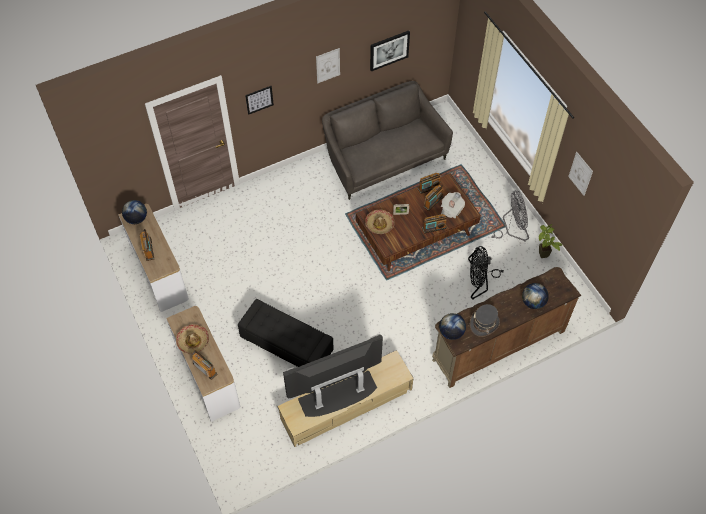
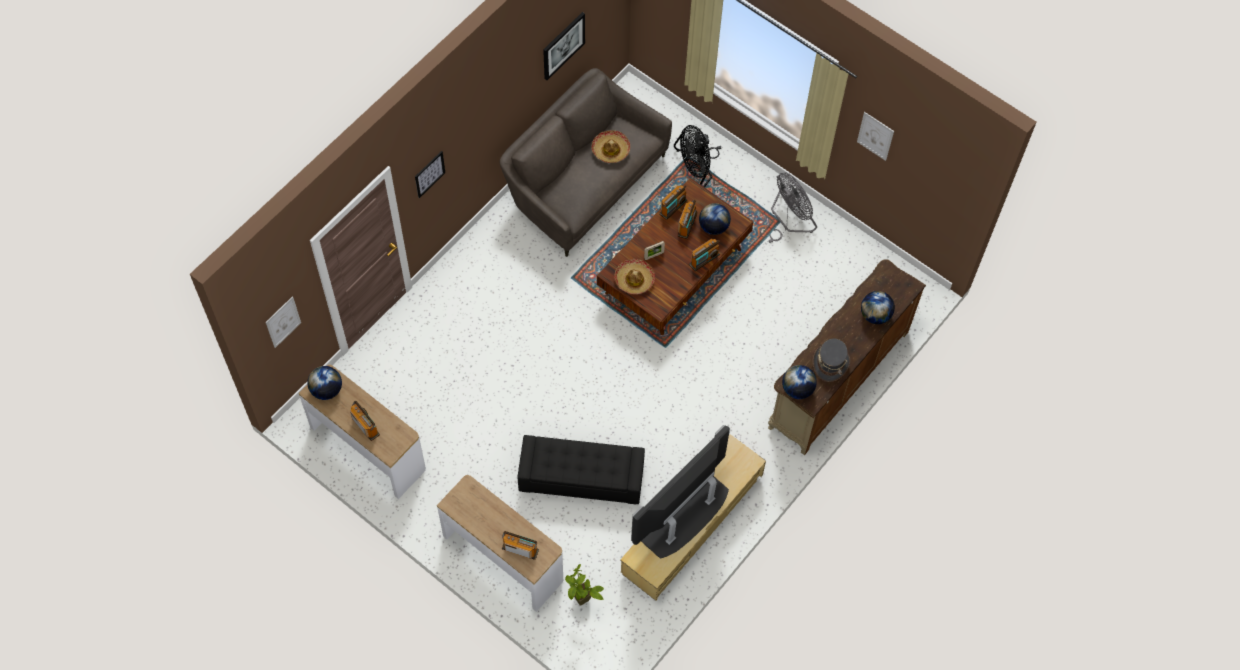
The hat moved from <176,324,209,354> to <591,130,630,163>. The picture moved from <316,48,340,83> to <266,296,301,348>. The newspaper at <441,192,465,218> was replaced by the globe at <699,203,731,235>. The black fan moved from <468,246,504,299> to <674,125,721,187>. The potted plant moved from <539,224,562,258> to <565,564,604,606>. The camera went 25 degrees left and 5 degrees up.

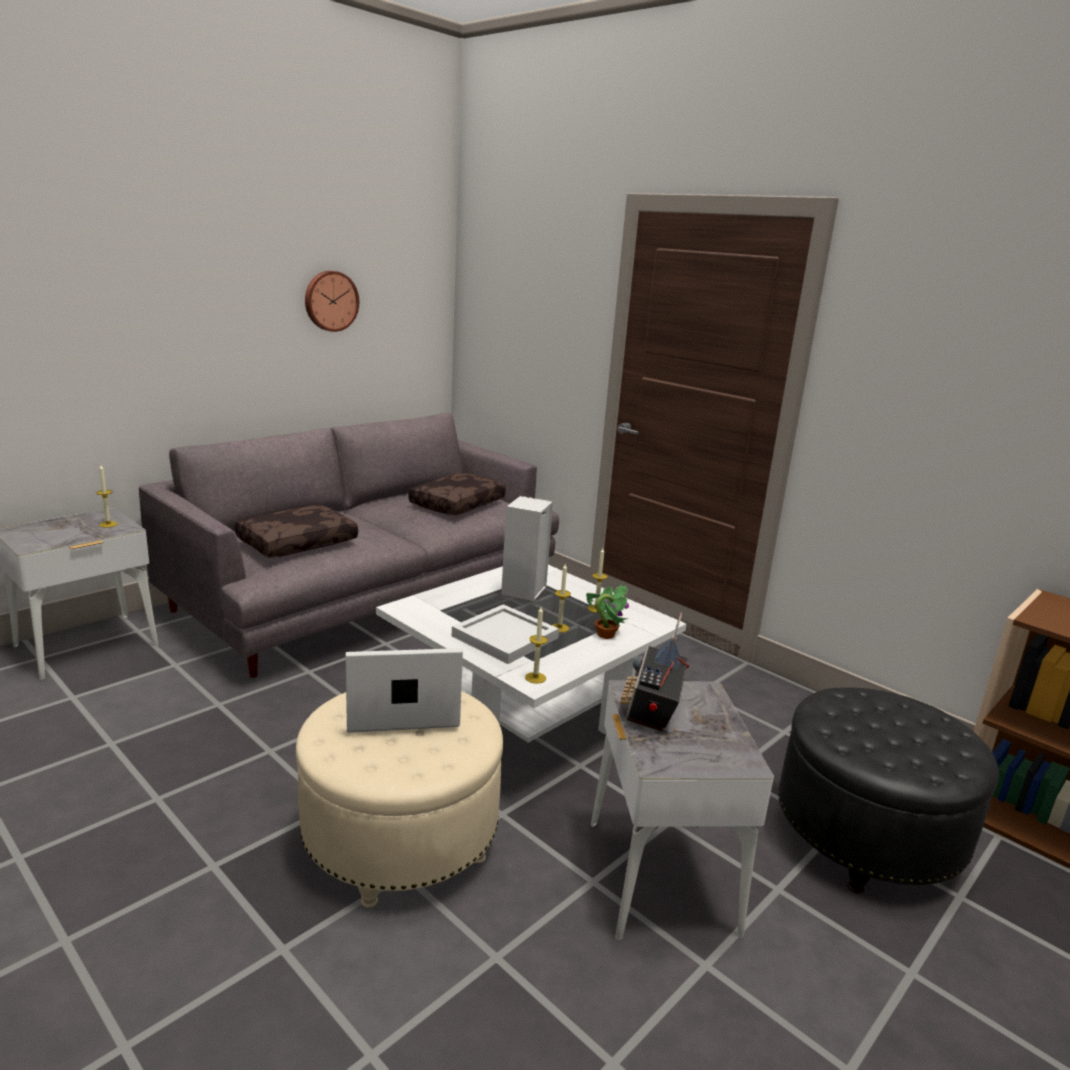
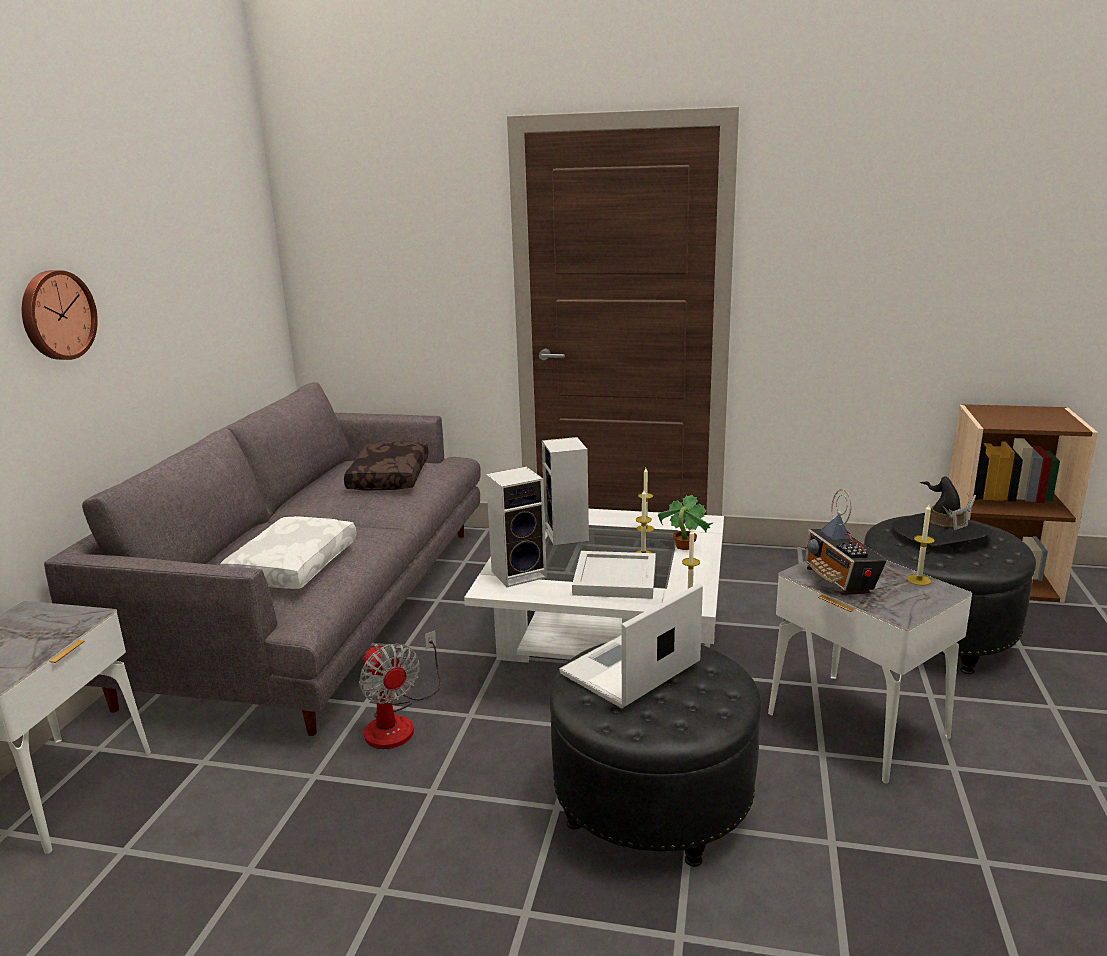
The candle moved from <96,465,118,528> to <907,504,935,586>. The brown pillow at <235,505,358,558> became the white pillow at <220,516,356,589>. The beige ottoman at <296,691,503,908> became the black ottoman at <549,642,762,867>. The wall clock moved from <305,271,359,332> to <22,270,98,360>. The fan at <359,630,441,749> appeared. The speaker at <486,467,547,587> appeared. The black hat at <892,476,994,545> appeared. The camera went 30 degrees left and 0 degrees up.

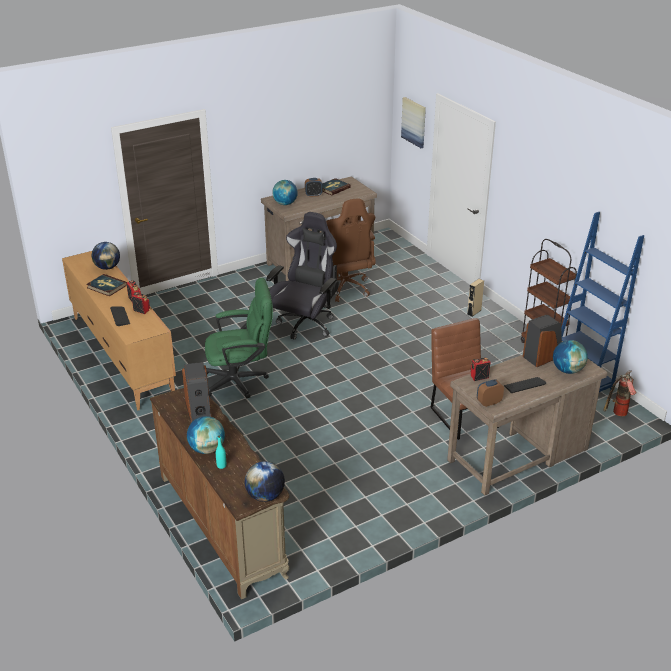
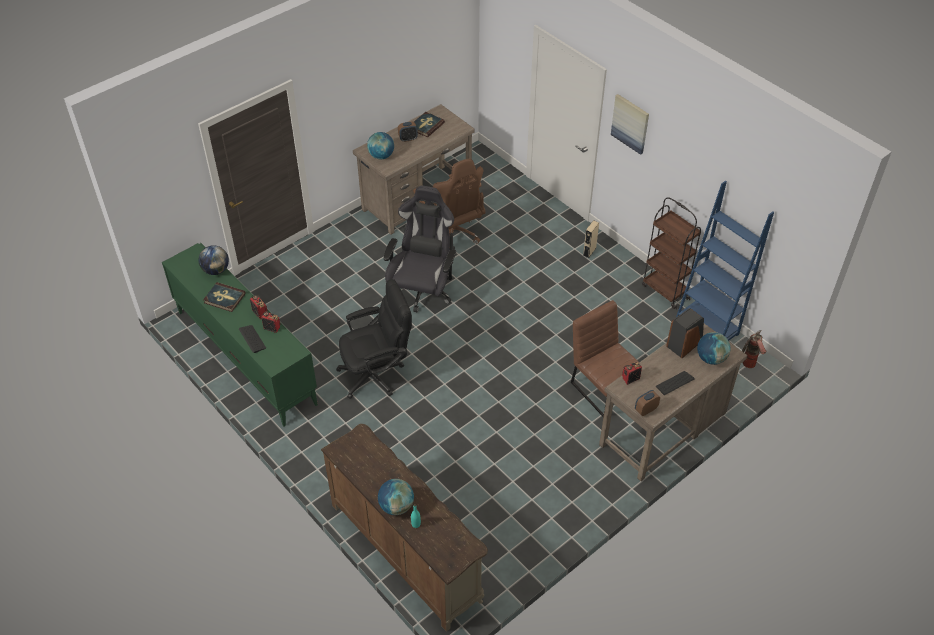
The brown cabinet at <62,251,176,410> became the green cabinet at <162,243,318,426>. The speaker at <182,362,211,423> disappeared. The green office chair at <205,278,273,398> became the black office chair at <336,279,412,399>. The globe at <245,461,285,502> disappeared. The picture moved from <401,97,426,148> to <611,94,649,155>. The camera went 10 degrees left and 15 degrees up.

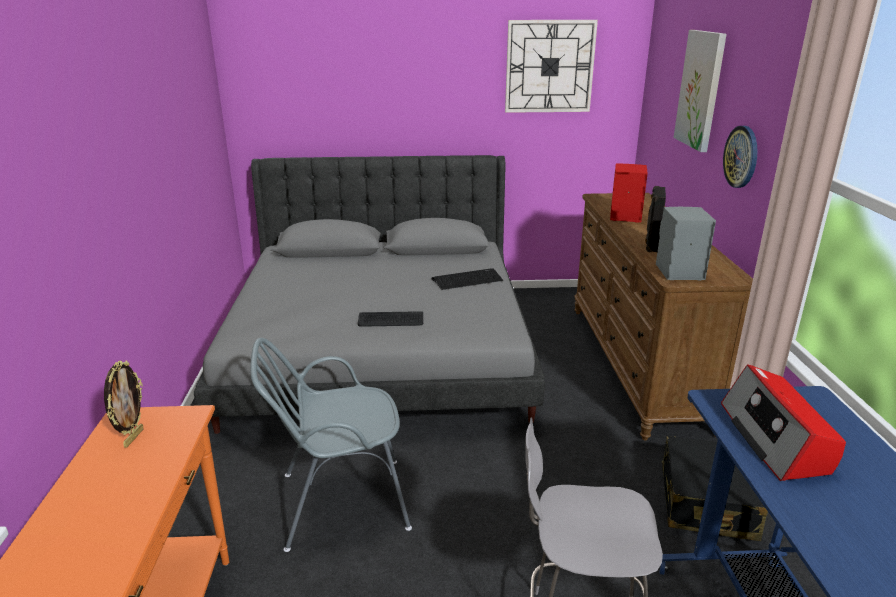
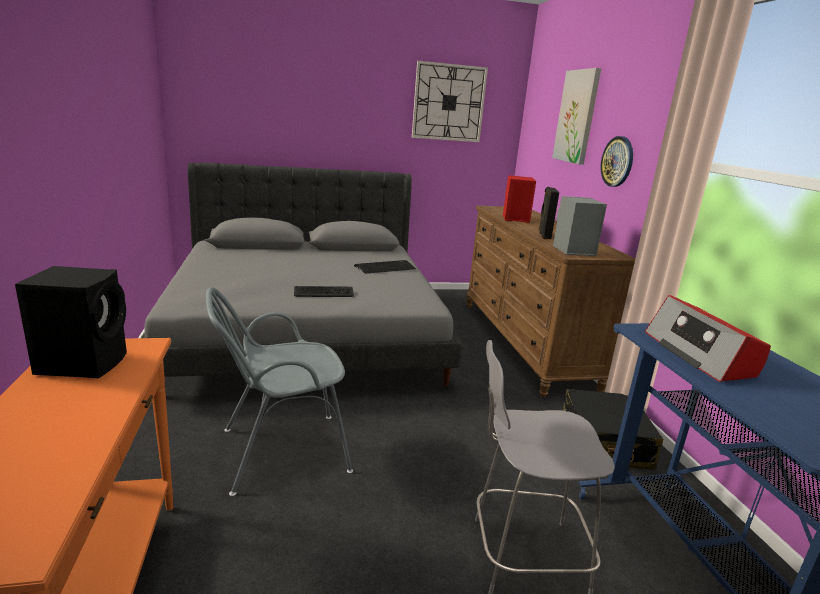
The picture frame at <104,361,143,448> was replaced by the black speaker at <15,266,127,378>. The camera went 10 degrees left and 5 degrees down.

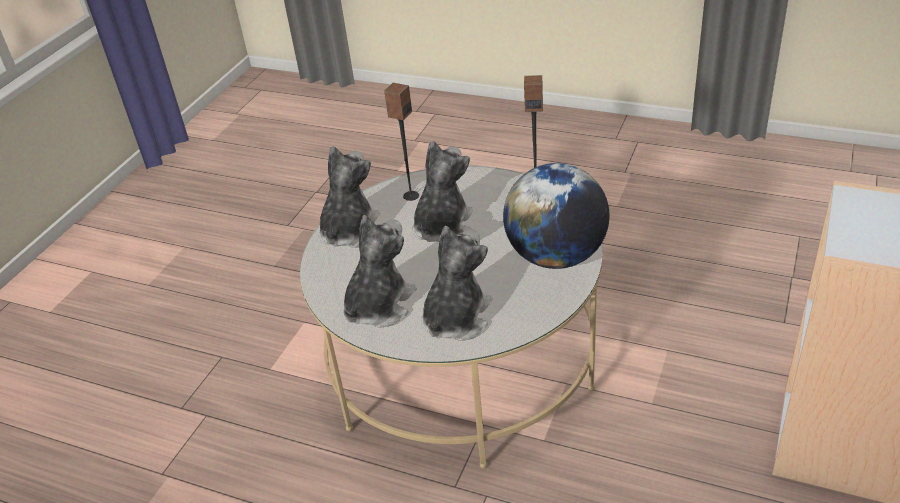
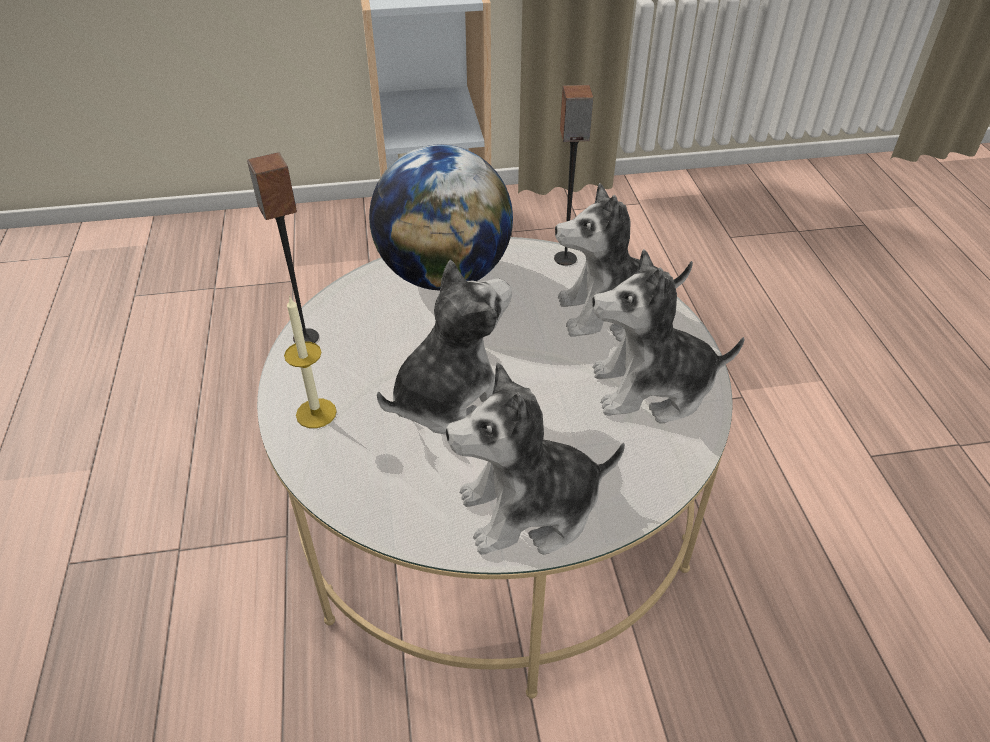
The speaker moved from <384,83,419,201> to <554,85,593,266>. The plush toy at <412,141,473,242> turned 150 degrees clockwise. The candle at <284,296,337,428> appeared. The camera went 125 degrees left and 5 degrees up.

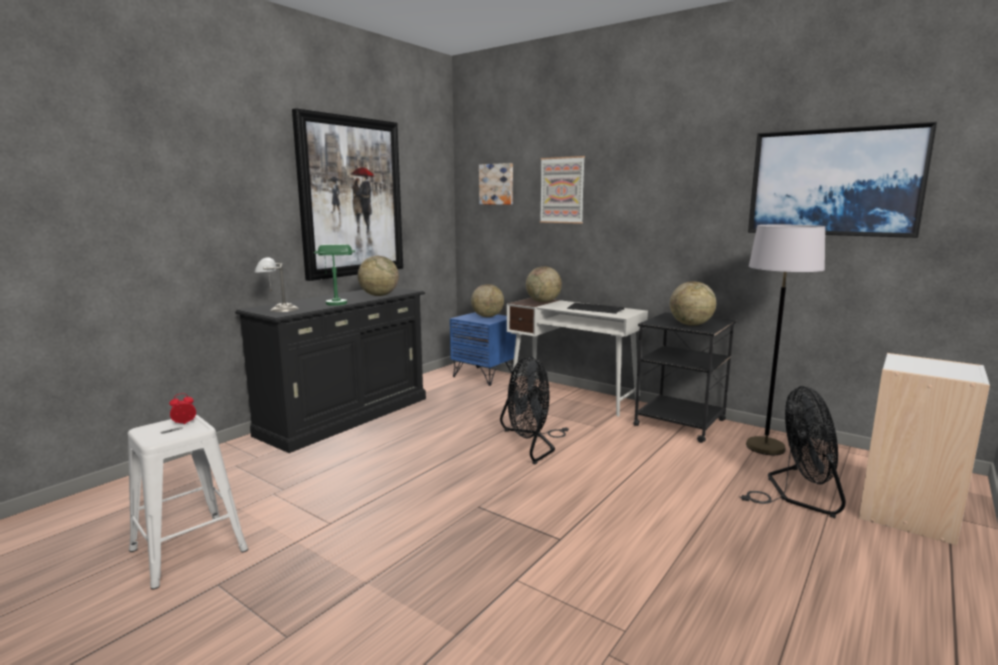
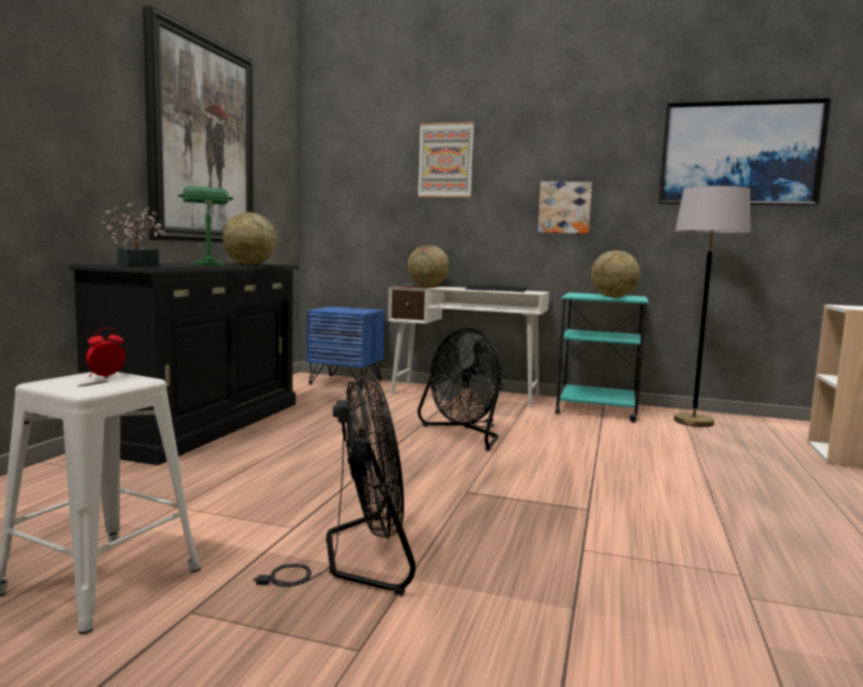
The white table lamp at <255,257,299,312> was replaced by the potted plant at <102,204,167,267>. The globe at <471,284,504,317> disappeared. The picture moved from <479,163,513,205> to <538,182,592,234>. The black cart at <634,312,736,443> became the turquoise cart at <555,293,649,422>. The black fan moved from <740,386,846,518> to <253,376,416,596>. The camera went 20 degrees left and 5 degrees down.

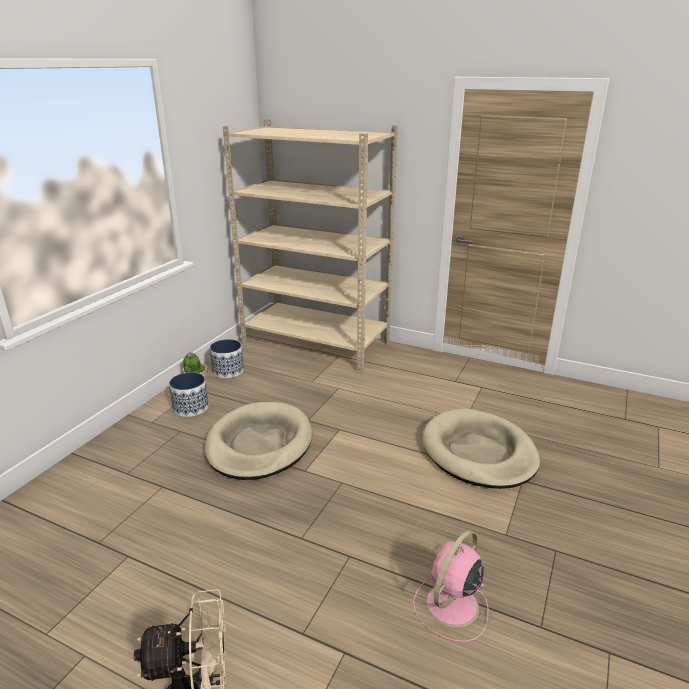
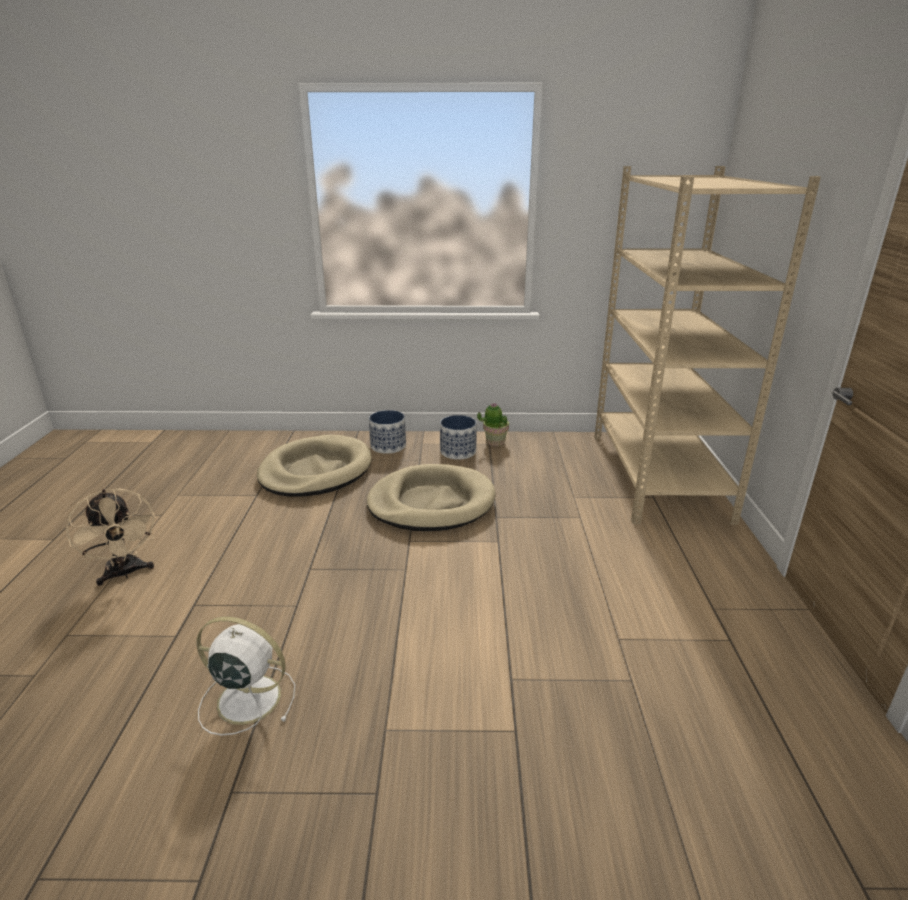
The planter moved from <210,339,244,378> to <369,410,406,454>. The pink fan at <413,530,488,642> became the white fan at <196,616,295,736>. The beige dog bed moved from <422,408,540,489> to <257,435,372,497>. The camera went 65 degrees right and 0 degrees up.

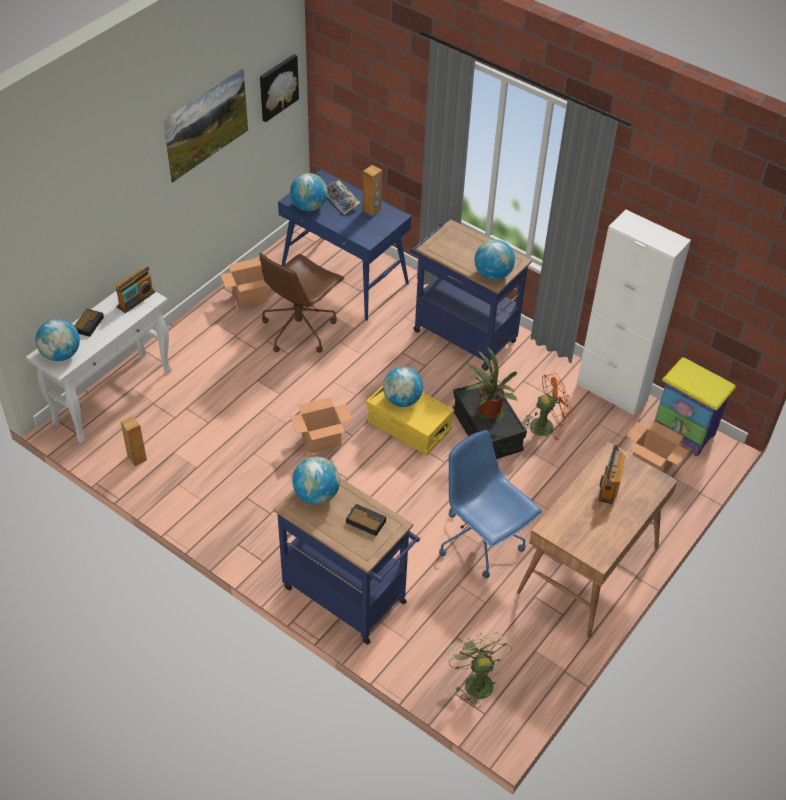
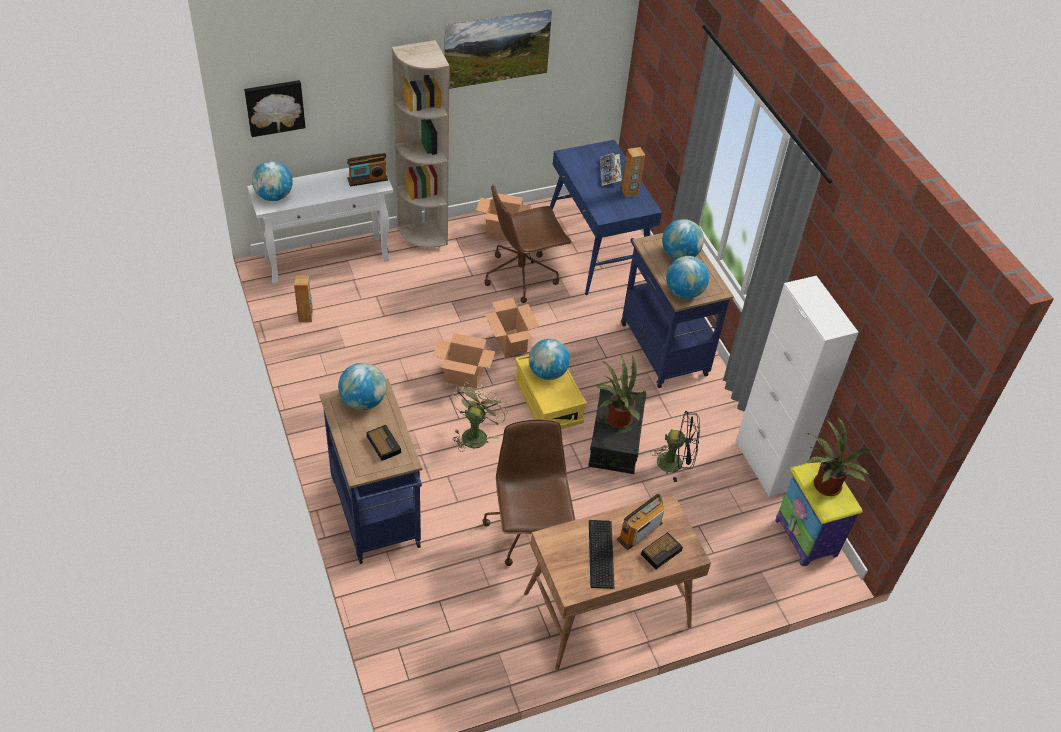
The alarm clock moved from <74,309,104,337> to <641,532,683,569>. The picture moved from <260,54,299,122> to <244,80,306,137>. The globe moved from <290,173,328,211> to <662,219,704,260>. The blue office chair at <439,430,542,578> became the brown office chair at <483,420,575,566>. The green fan moved from <448,632,512,708> to <451,383,507,452>. The orange fan at <523,373,573,441> became the black fan at <651,411,700,482>. The cardboard box moved from <626,421,689,474> to <485,298,540,357>. The beige bookcase at <392,40,450,248> appeared. The keyboard at <589,520,614,589> appeared. The potted plant at <806,416,872,496> appeared. The camera went 30 degrees right and 0 degrees up.

